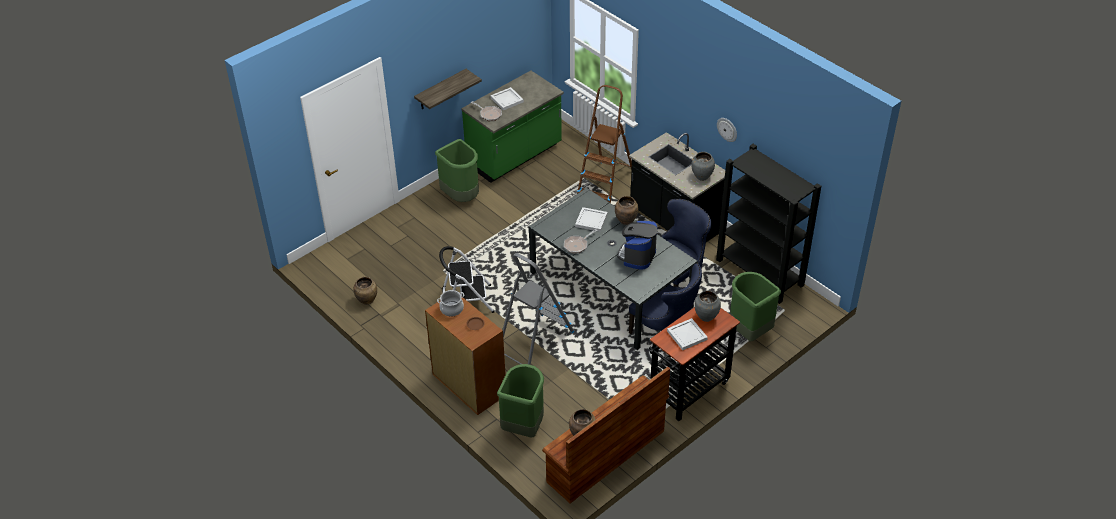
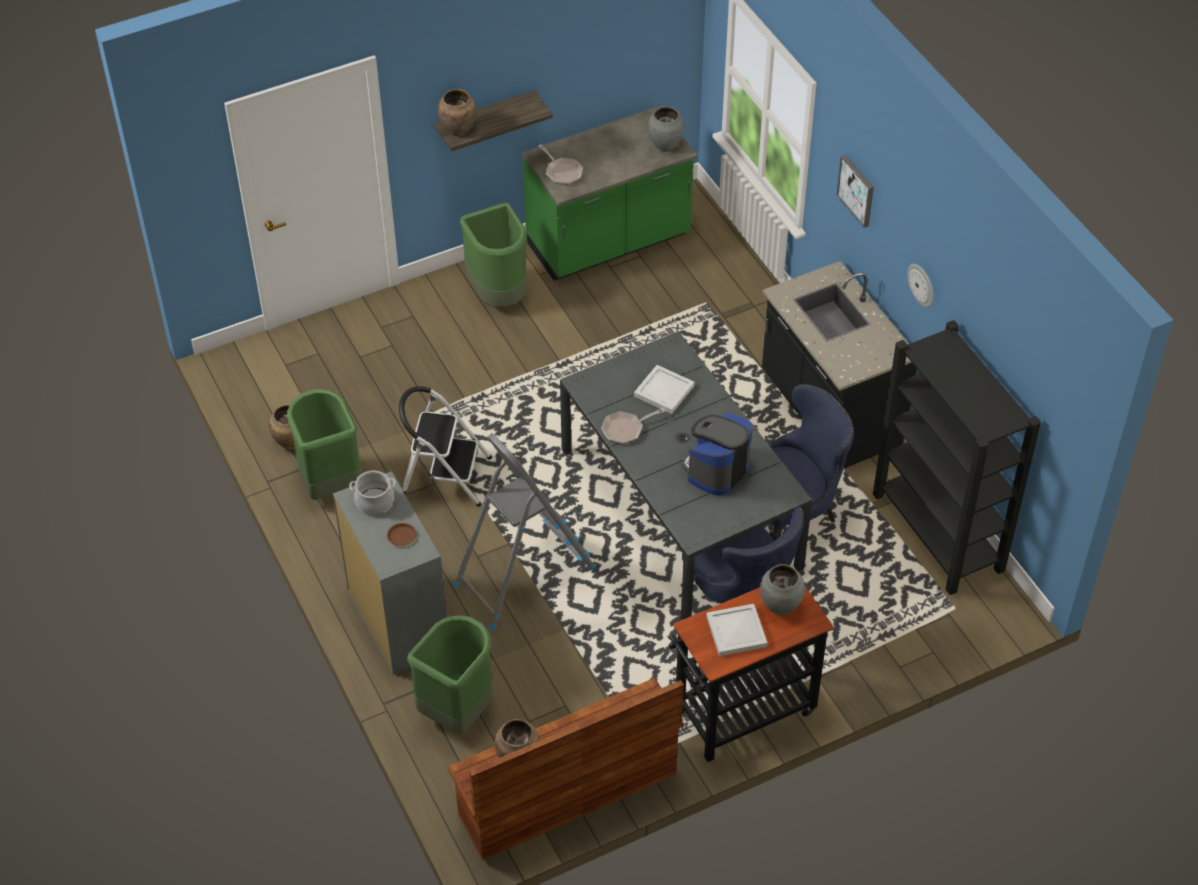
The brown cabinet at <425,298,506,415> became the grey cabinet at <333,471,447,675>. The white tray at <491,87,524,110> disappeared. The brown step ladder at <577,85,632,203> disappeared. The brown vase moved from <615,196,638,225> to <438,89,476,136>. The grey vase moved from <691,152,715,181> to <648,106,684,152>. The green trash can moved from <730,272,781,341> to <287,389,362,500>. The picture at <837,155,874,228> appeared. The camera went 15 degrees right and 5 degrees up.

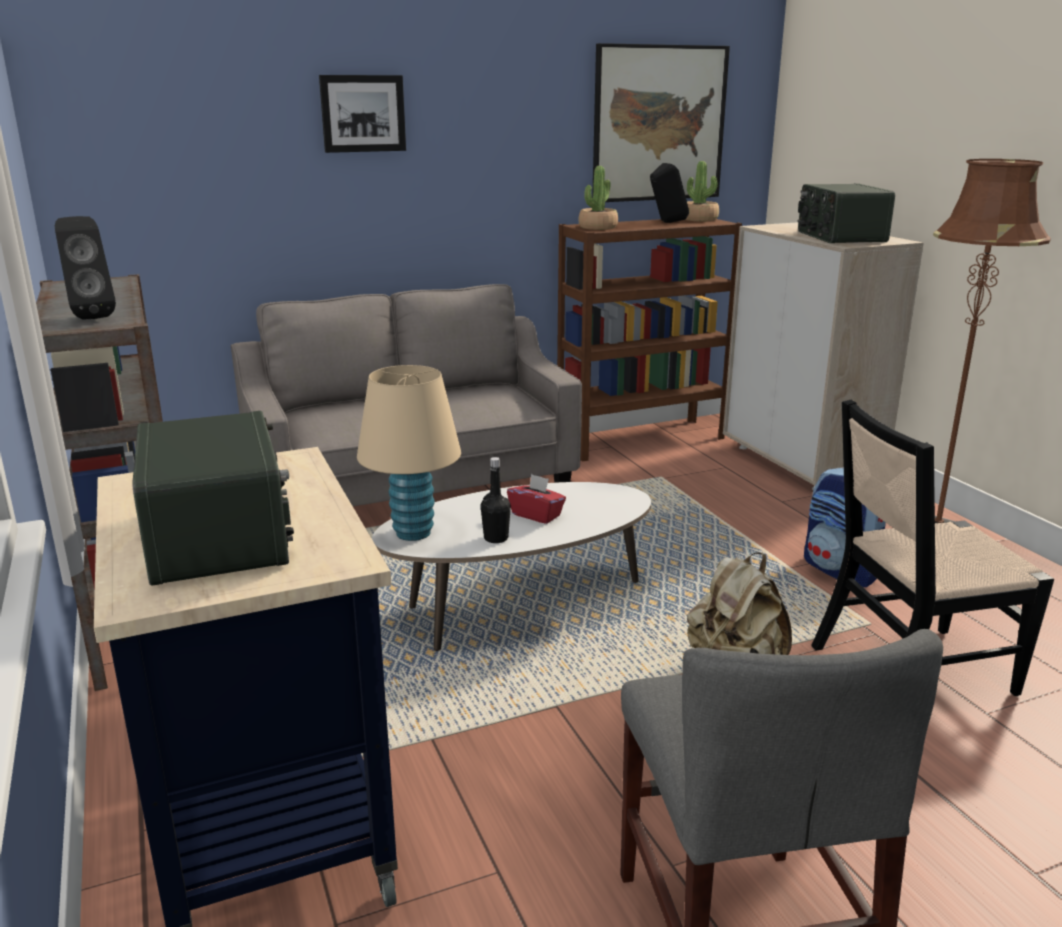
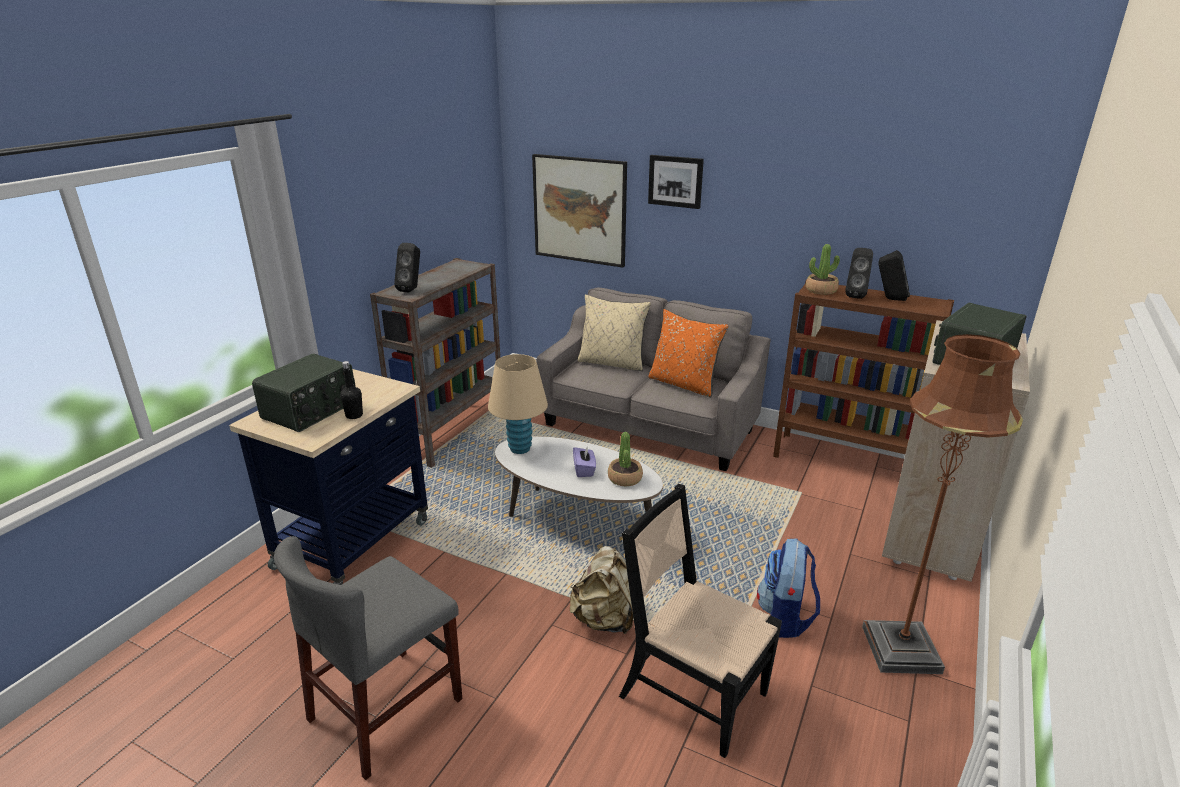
The black bottle moved from <481,457,511,543> to <340,361,363,419>. The red tissue box at <507,474,566,524> became the purple tissue box at <573,445,596,477>. The picture moved from <592,43,730,202> to <532,154,627,268>. The potted plant moved from <685,161,719,222> to <608,432,643,486>. The beige pillow at <578,294,651,371> appeared. The orange pillow at <648,309,728,397> appeared. The black speaker at <845,248,873,299> appeared. The camera went 50 degrees right and 5 degrees up.

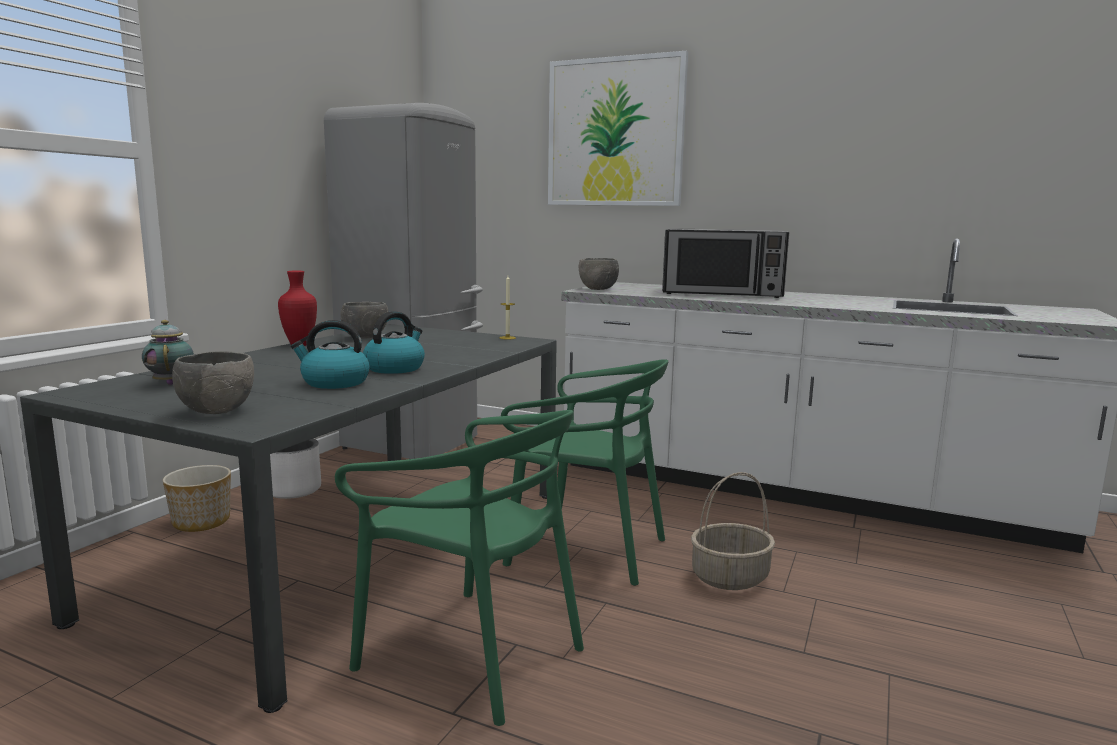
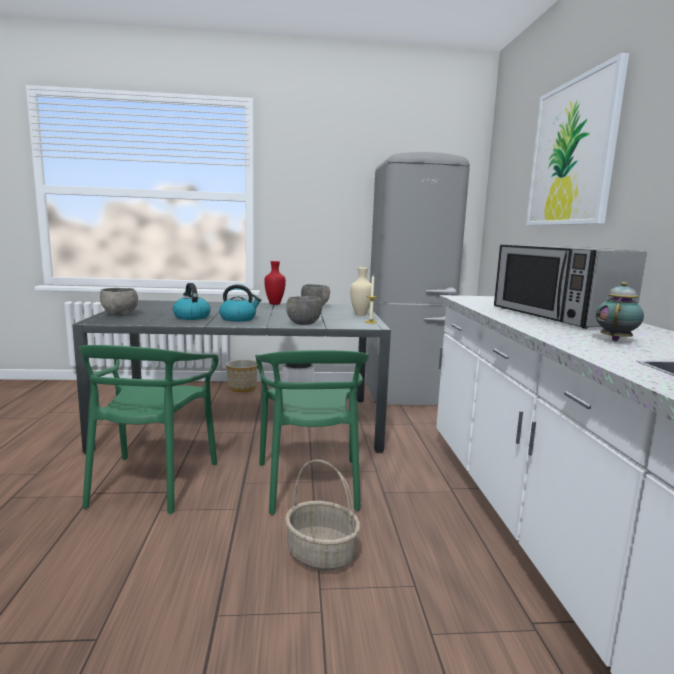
The teapot moved from <142,320,194,385> to <596,282,644,341>. The grey bowl moved from <579,258,619,290> to <286,296,322,325>. The beige vase at <350,267,371,316> appeared. The camera went 60 degrees right and 0 degrees up.

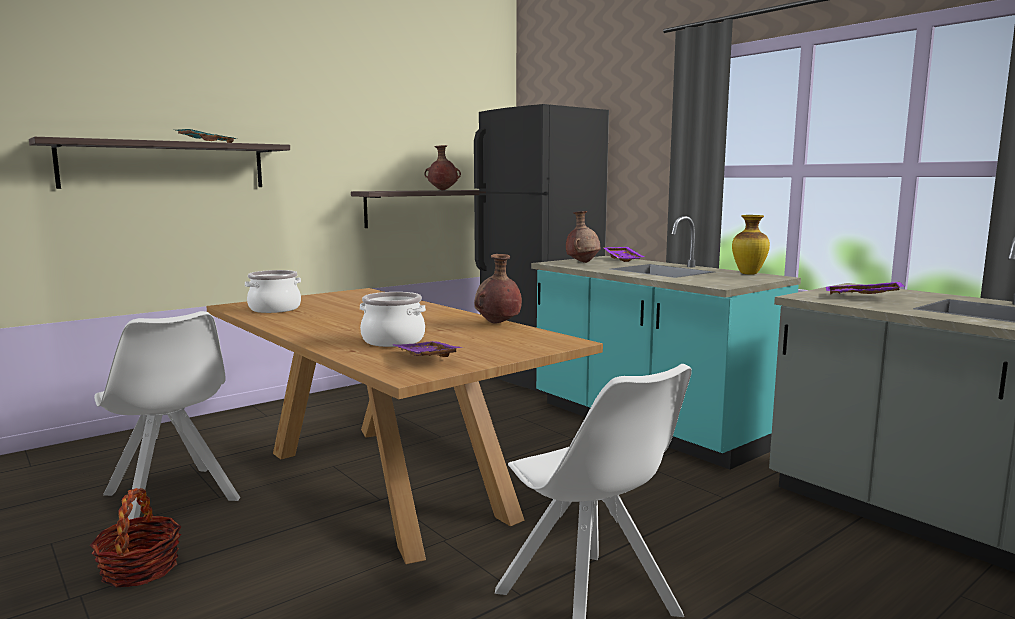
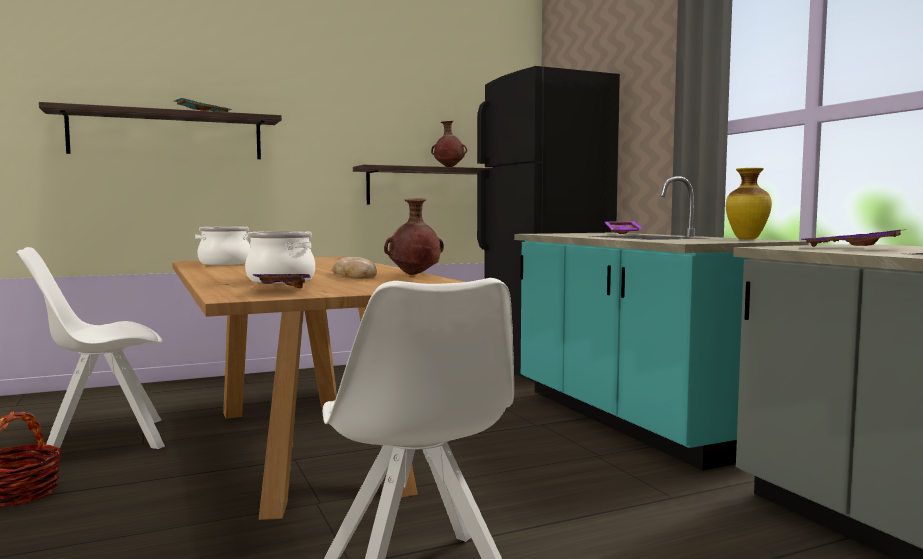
The white chair at <94,311,240,526> turned 90 degrees clockwise. The brown vase at <566,211,600,263> disappeared. The bread at <332,257,377,279> appeared. The camera went 15 degrees right and 5 degrees down.

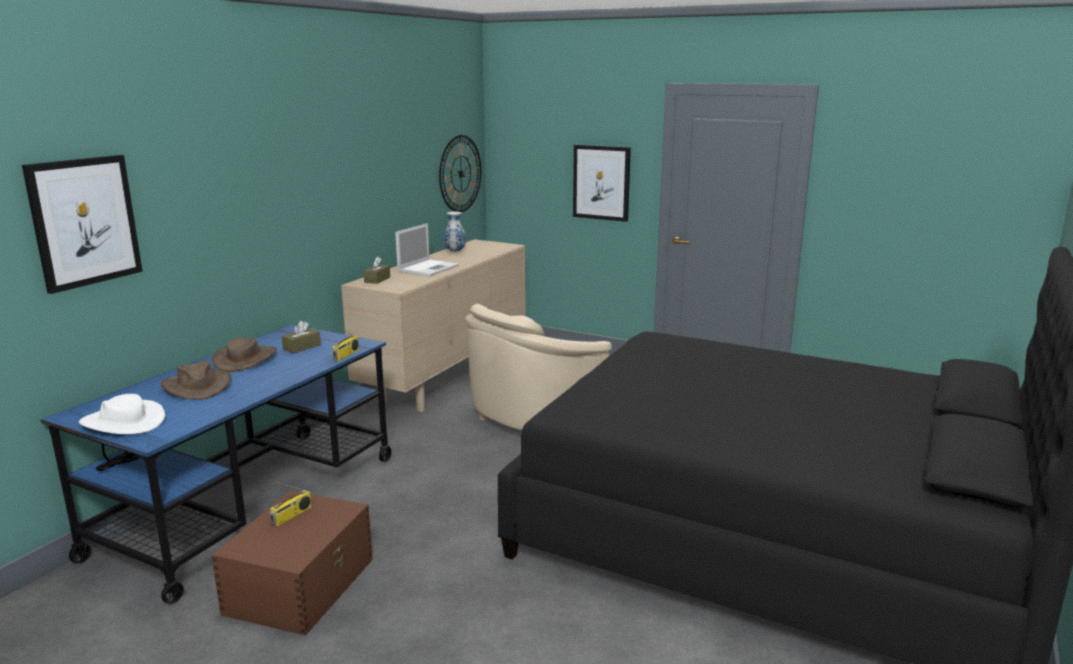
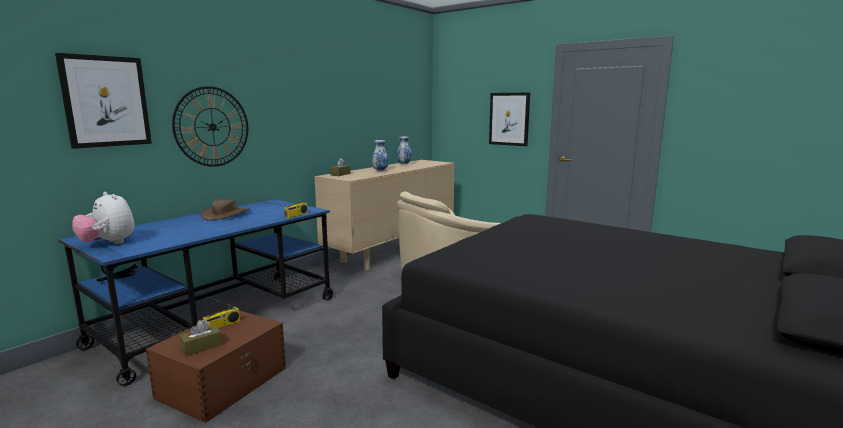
The white hat at <79,394,165,434> was replaced by the plush toy at <72,192,135,244>. The brown hat at <161,361,231,400> disappeared. The brown tissue box moved from <282,321,321,353> to <179,320,222,356>. The laptop at <395,223,459,276> was replaced by the vase at <372,140,389,171>. The wall clock moved from <439,135,481,212> to <172,86,248,167>. The camera went 10 degrees right and 5 degrees down.

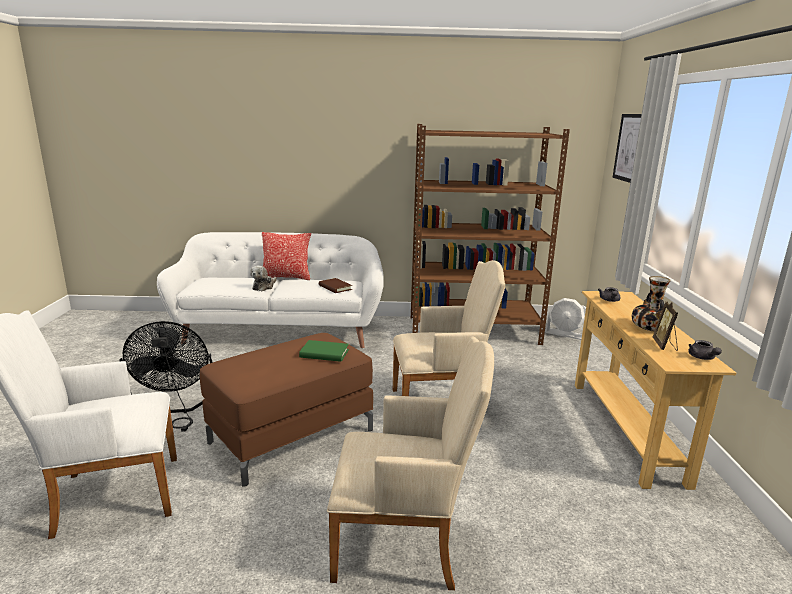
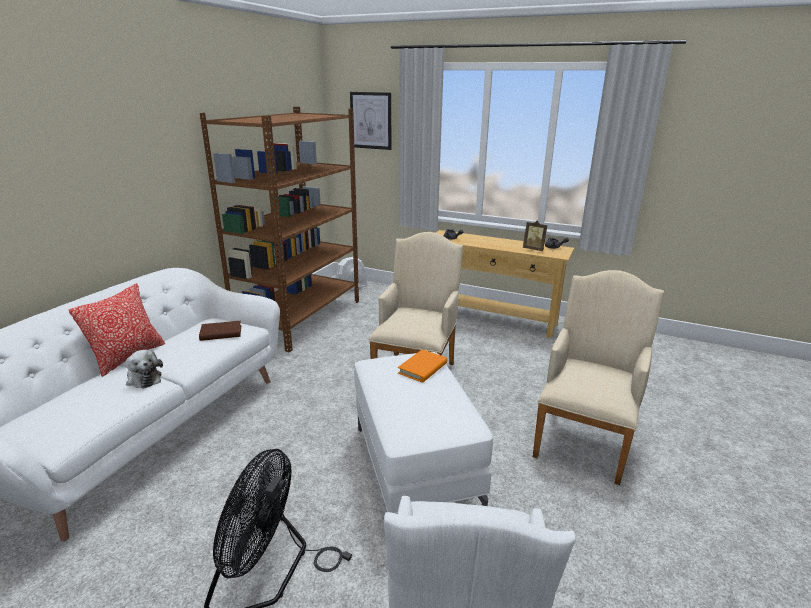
The brown ottoman at <200,333,373,487> became the white ottoman at <354,352,493,514>. The green book at <299,340,349,362> became the orange book at <398,349,447,383>. The vase at <632,276,671,331> disappeared. The camera went 65 degrees left and 5 degrees up.

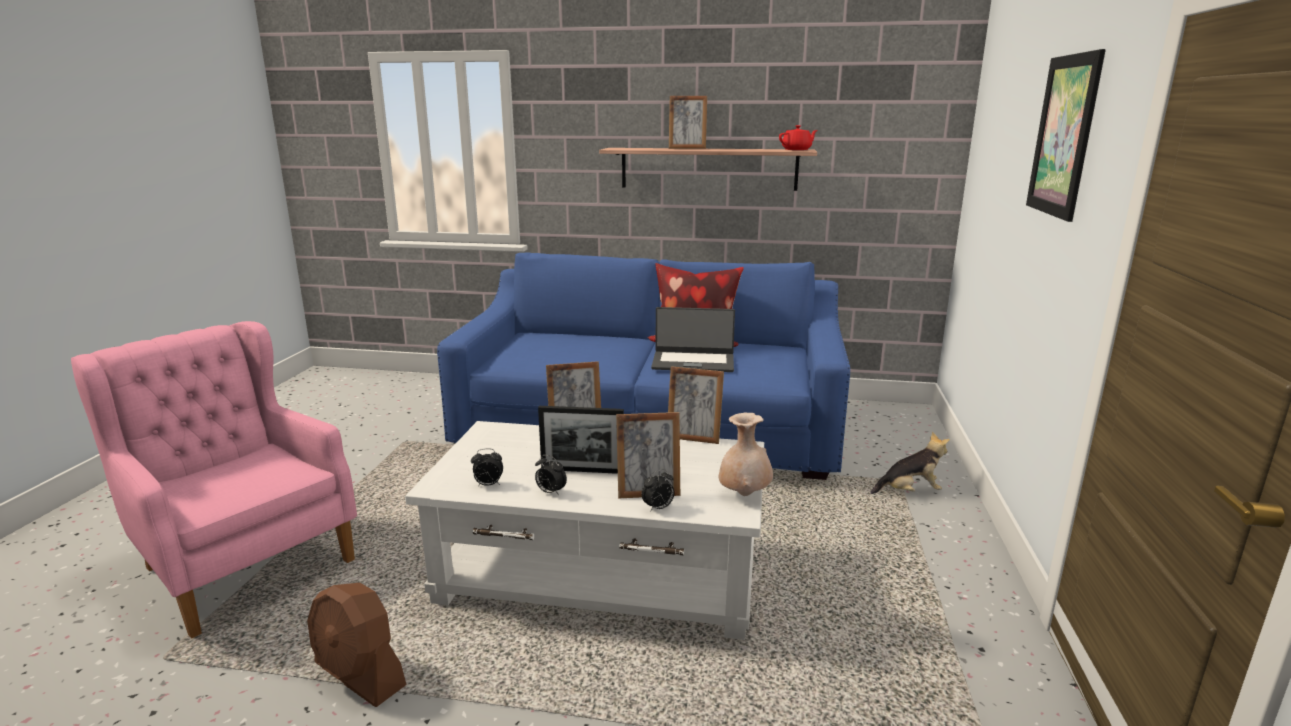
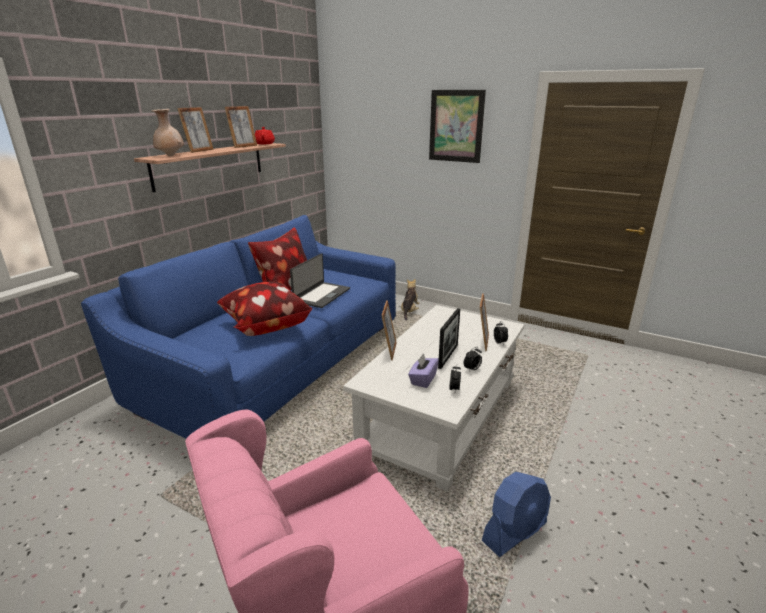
The brown fan at <307,583,407,707> became the blue fan at <482,472,551,557>. The picture frame moved from <668,366,724,444> to <225,106,257,148>. The beige vase moved from <719,412,773,496> to <152,109,184,156>. The pillow at <217,282,312,336> appeared. The purple tissue box at <408,353,439,388> appeared. The camera went 70 degrees left and 5 degrees up.

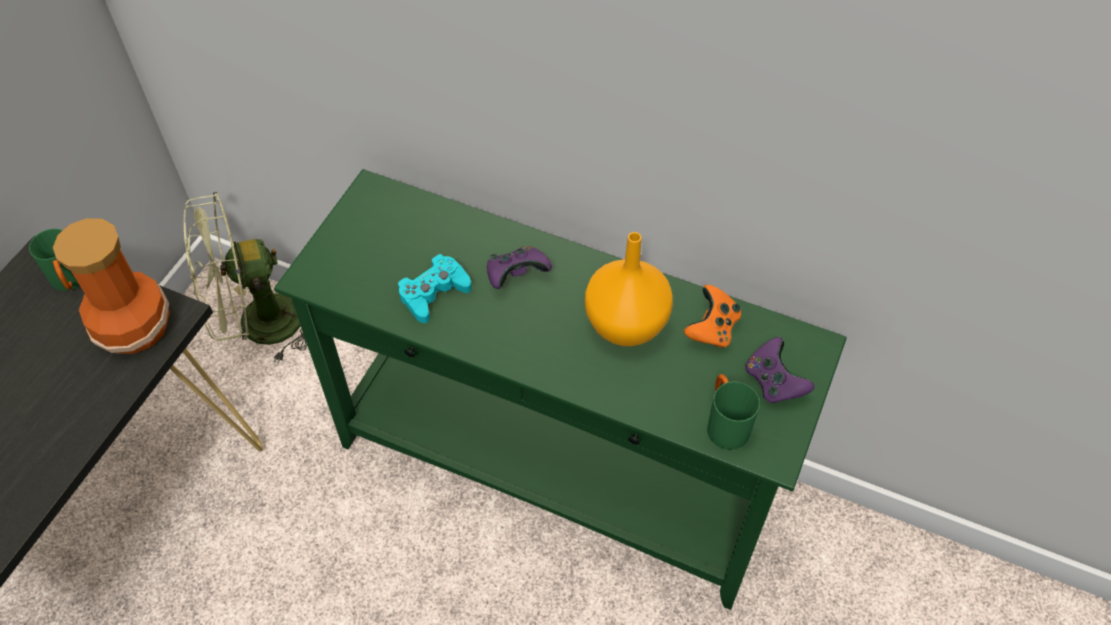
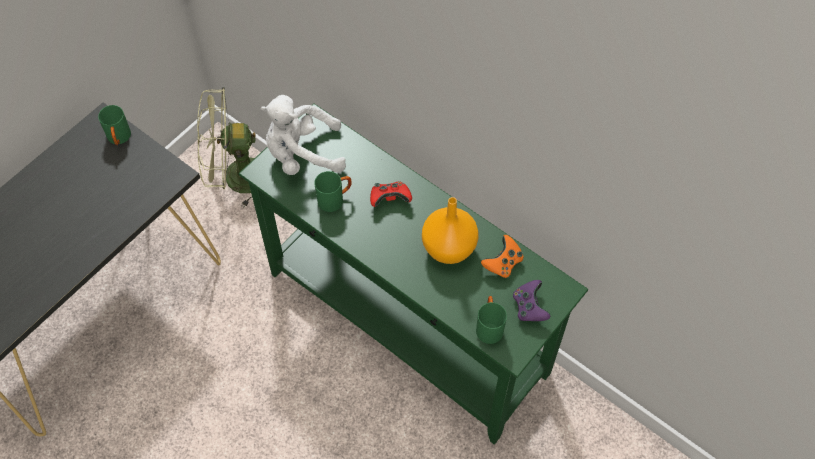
The vase at <53,218,170,354> disappeared. The turquoise game controller at <398,254,471,323> was replaced by the green mug at <314,171,352,212>. The purple game controller at <487,246,552,289> became the red game controller at <370,182,412,207>. The white plush toy at <260,95,346,175> appeared. The camera went 15 degrees right and 5 degrees up.

